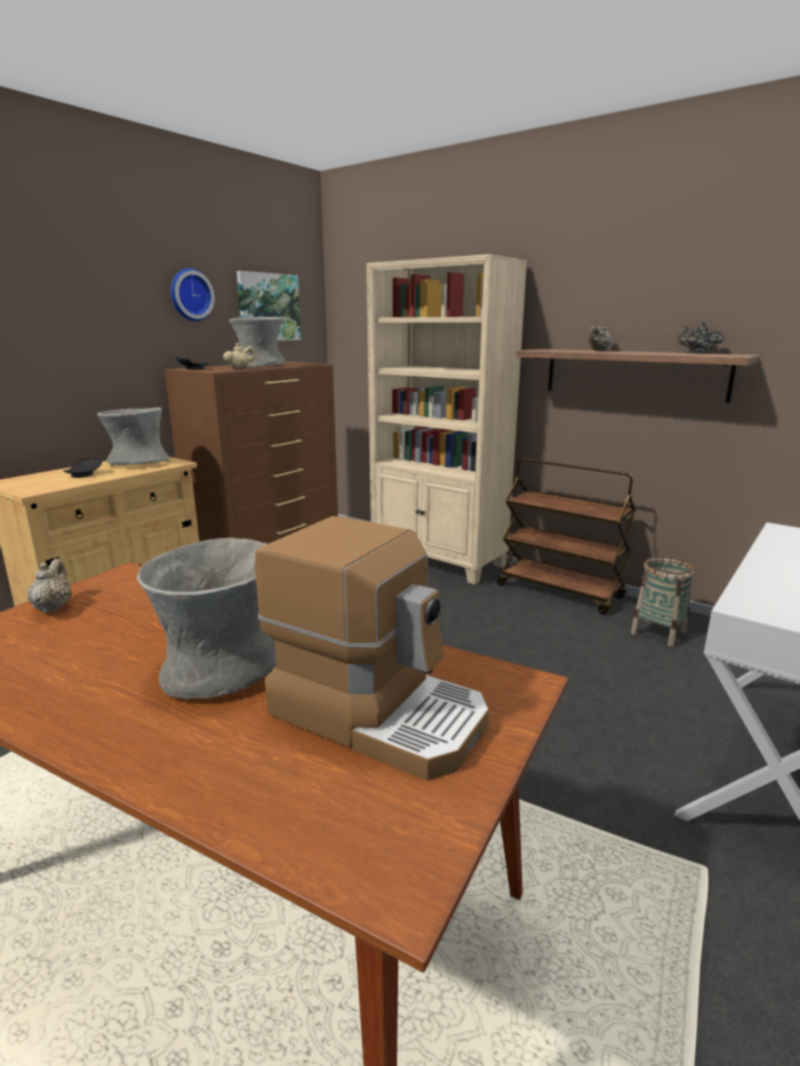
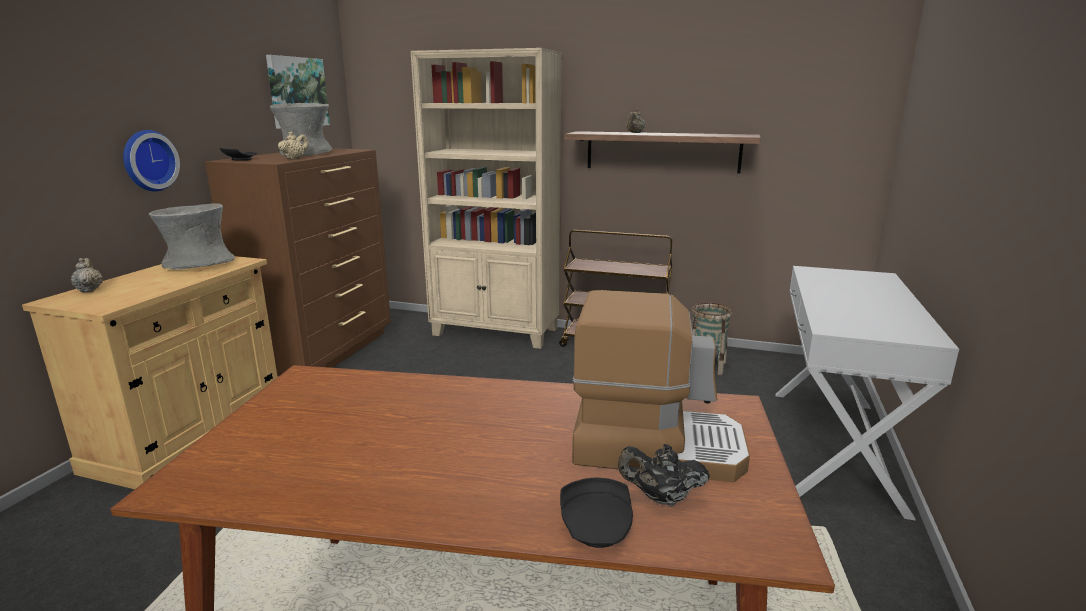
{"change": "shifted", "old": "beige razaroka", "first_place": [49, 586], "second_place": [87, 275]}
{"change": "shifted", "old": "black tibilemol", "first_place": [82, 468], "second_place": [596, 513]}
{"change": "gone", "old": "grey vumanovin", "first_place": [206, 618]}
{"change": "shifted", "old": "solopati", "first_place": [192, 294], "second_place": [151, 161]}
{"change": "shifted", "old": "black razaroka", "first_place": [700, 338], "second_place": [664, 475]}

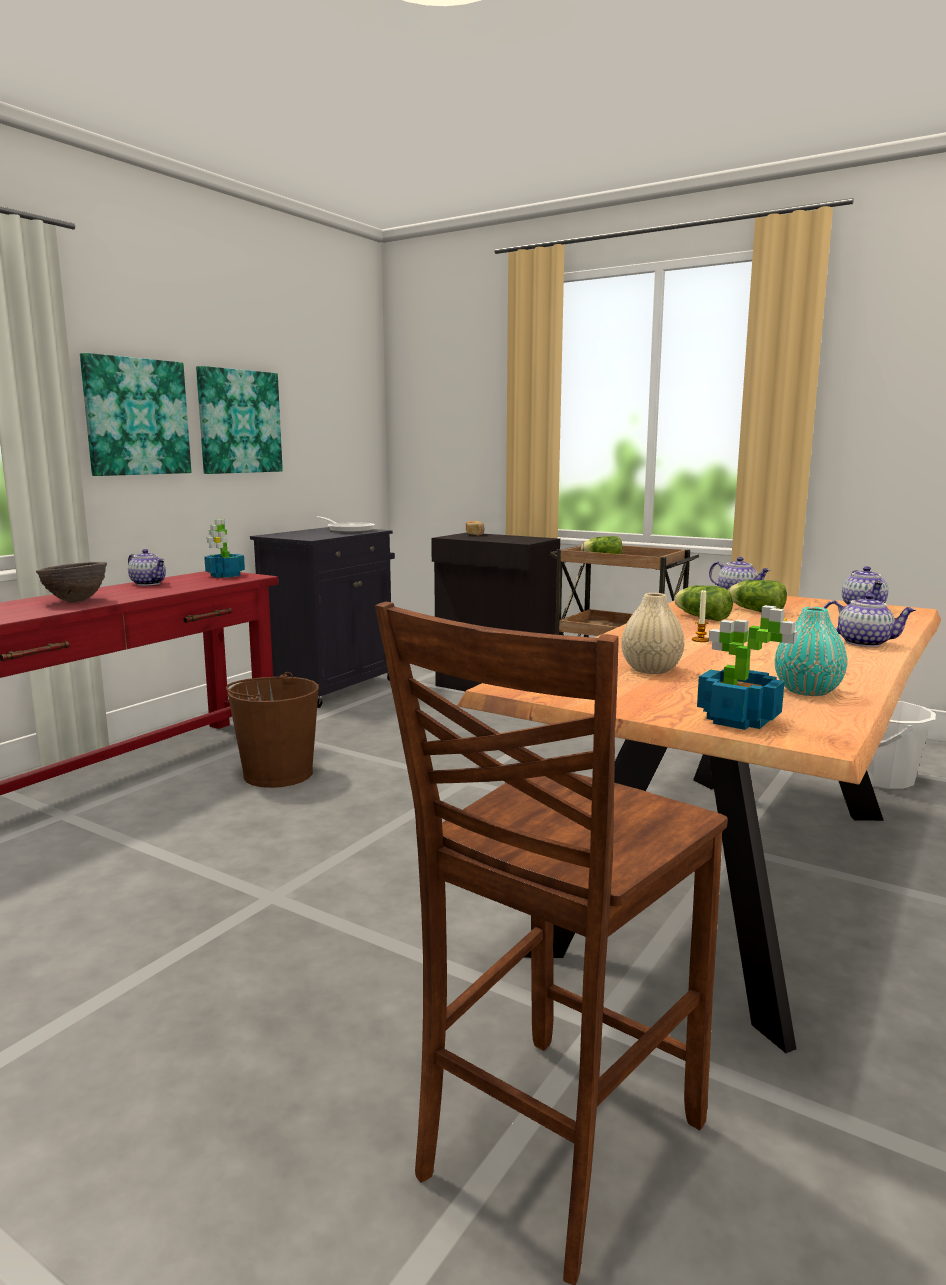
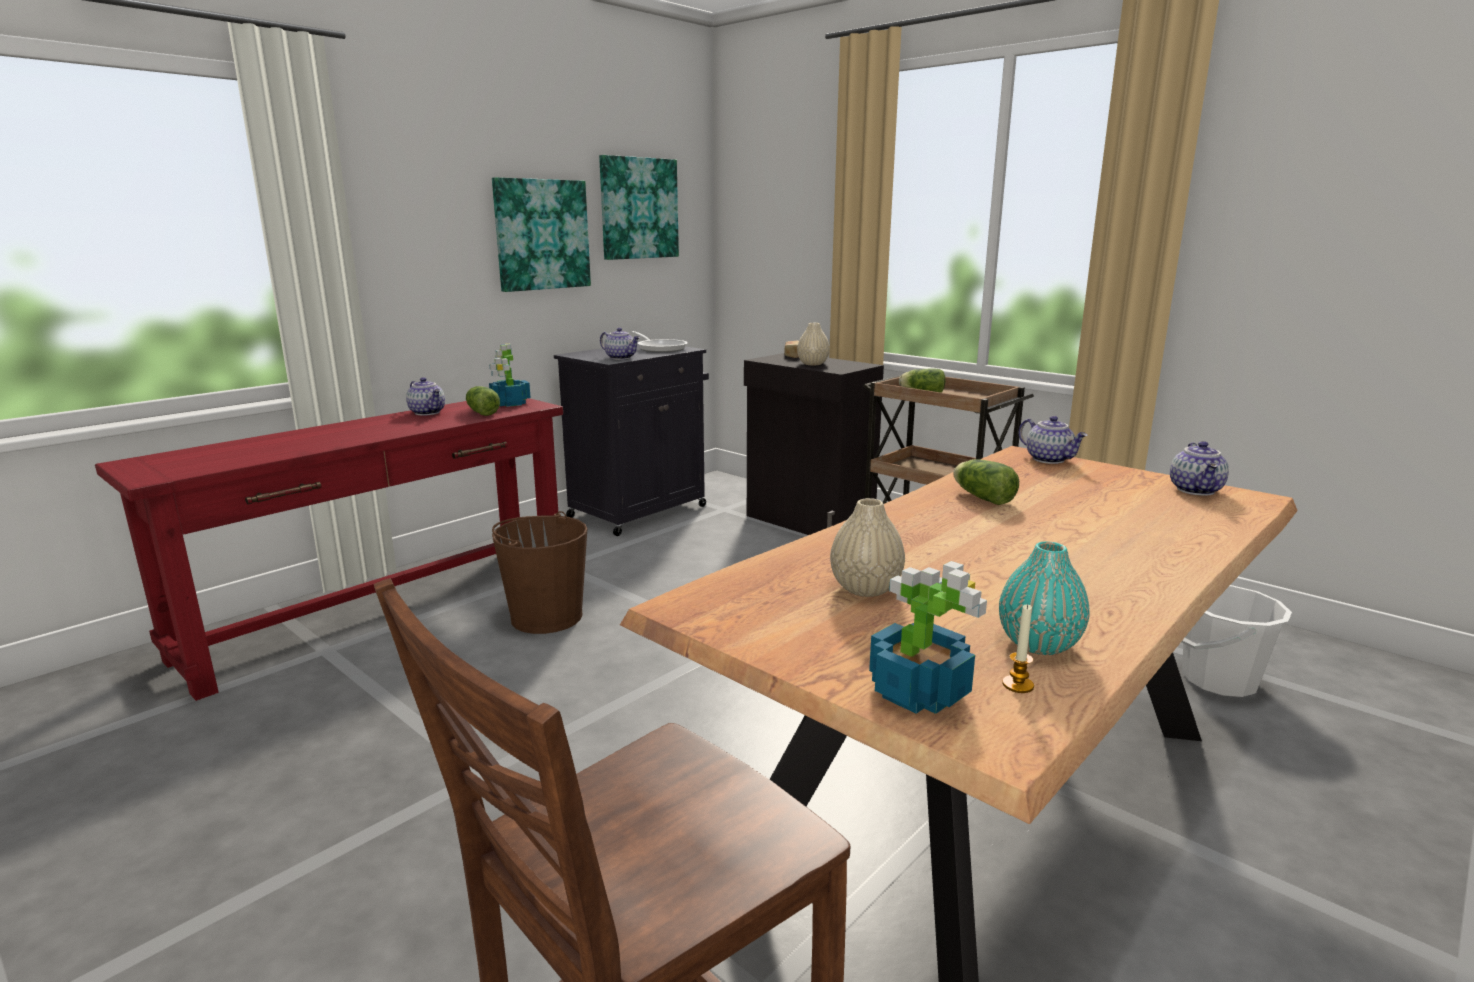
{"change": "gone", "old": "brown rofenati", "first_place": [71, 582]}
{"change": "shifted", "old": "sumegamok", "first_place": [135, 414], "second_place": [639, 207]}
{"change": "shifted", "old": "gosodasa", "first_place": [700, 616], "second_place": [1018, 648]}
{"change": "shifted", "old": "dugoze", "first_place": [757, 596], "second_place": [483, 401]}
{"change": "shifted", "old": "razaroka", "first_place": [869, 620], "second_place": [620, 344]}
{"change": "new", "new": "beige vumanovin", "second_place": [813, 344]}

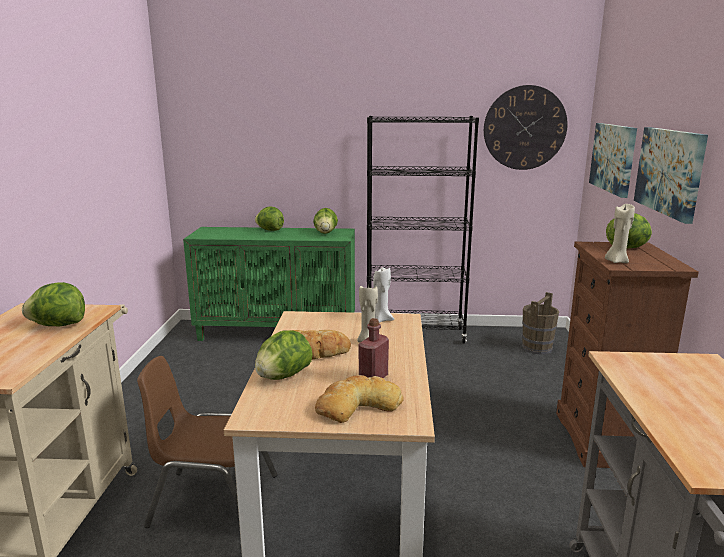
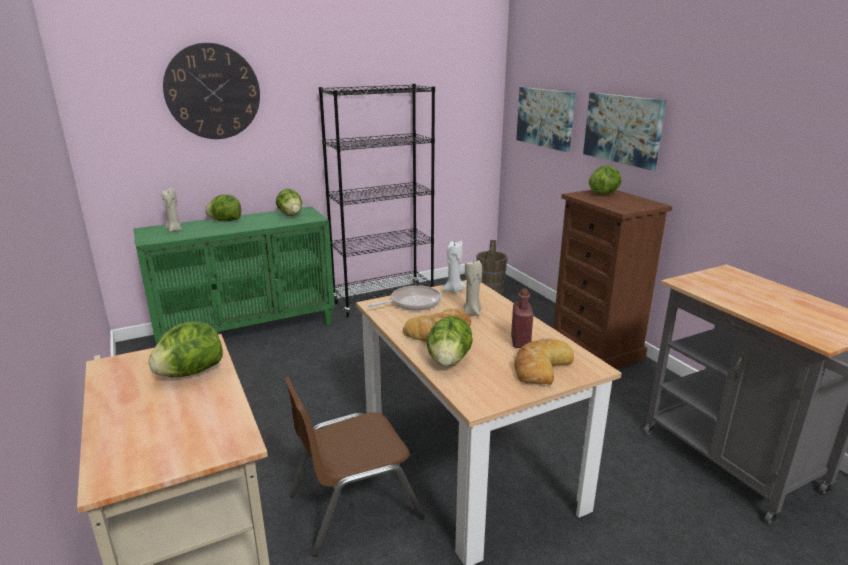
{"change": "shifted", "old": "solopati", "first_place": [526, 127], "second_place": [211, 91]}
{"change": "shifted", "old": "beige gosodasa", "first_place": [620, 233], "second_place": [172, 210]}
{"change": "new", "new": "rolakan", "second_place": [405, 298]}

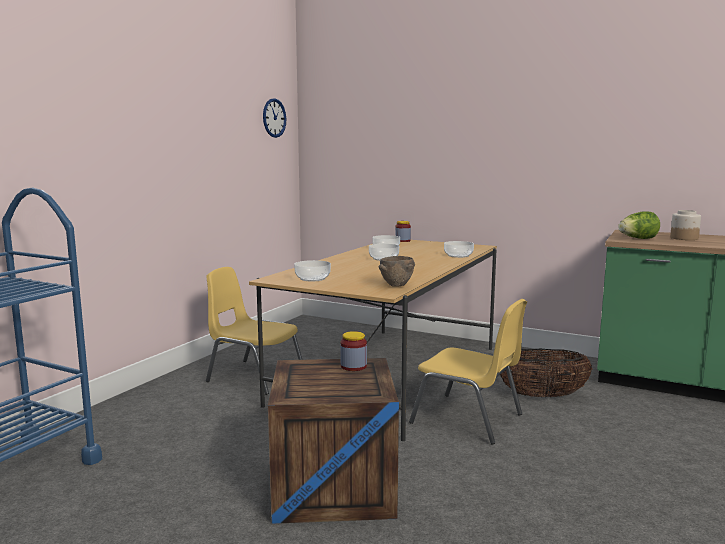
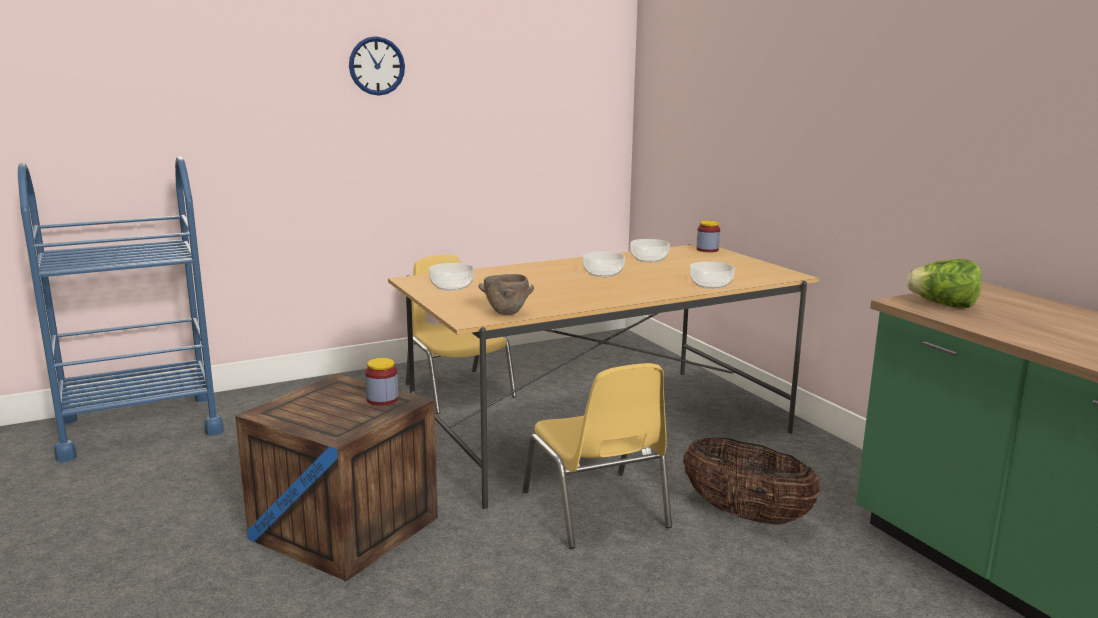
{"change": "shifted", "old": "solopati", "first_place": [274, 118], "second_place": [377, 66]}
{"change": "gone", "old": "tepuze", "first_place": [685, 225]}

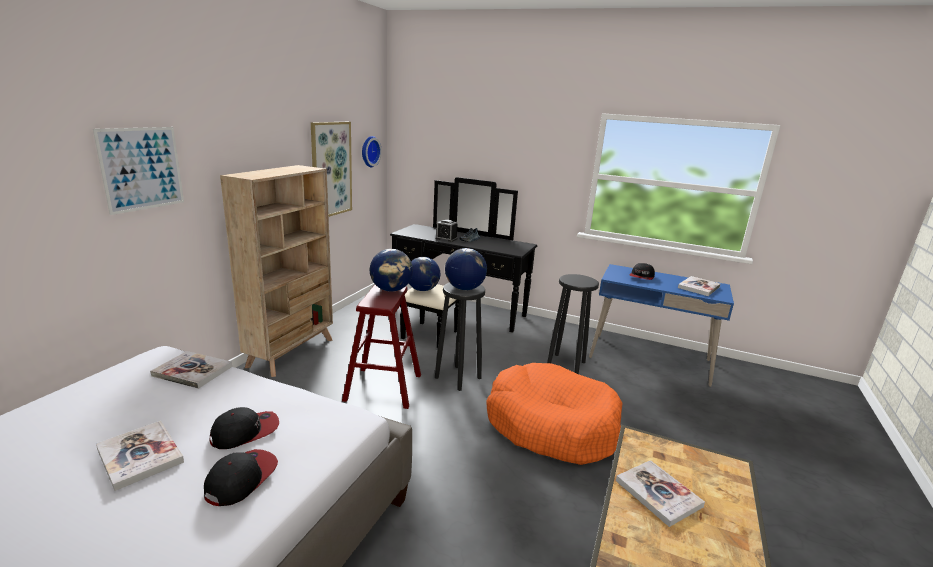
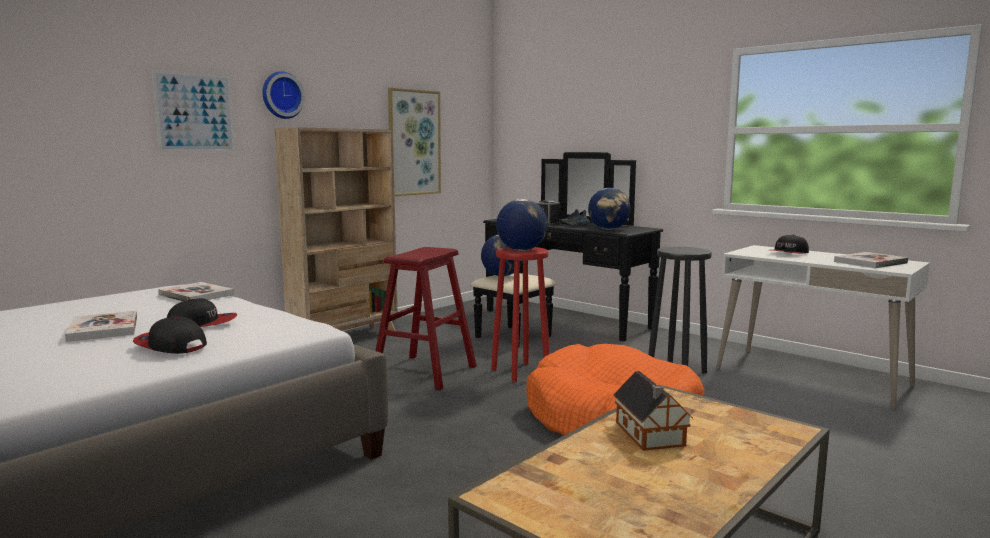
{"change": "rotated", "old": "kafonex", "first_place": [241, 477], "second_place": [170, 335], "degrees": -105}
{"change": "shifted", "old": "solopati", "first_place": [372, 151], "second_place": [283, 95]}
{"change": "shifted", "old": "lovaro", "first_place": [391, 270], "second_place": [609, 209]}
{"change": "repainted", "old": "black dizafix", "new": "red dizafix", "first_place": [460, 336], "second_place": [520, 314]}
{"change": "repainted", "old": "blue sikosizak", "new": "white sikosizak", "first_place": [661, 325], "second_place": [823, 327]}
{"change": "swapped", "old": "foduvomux", "new": "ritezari", "first_place": [660, 493], "second_place": [653, 411]}

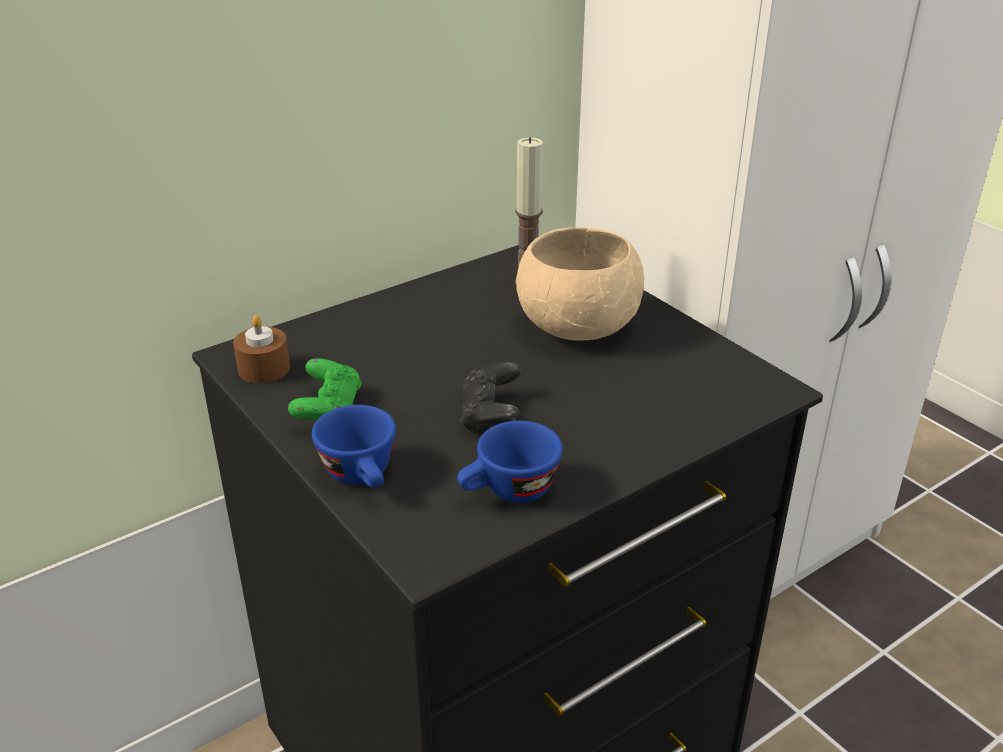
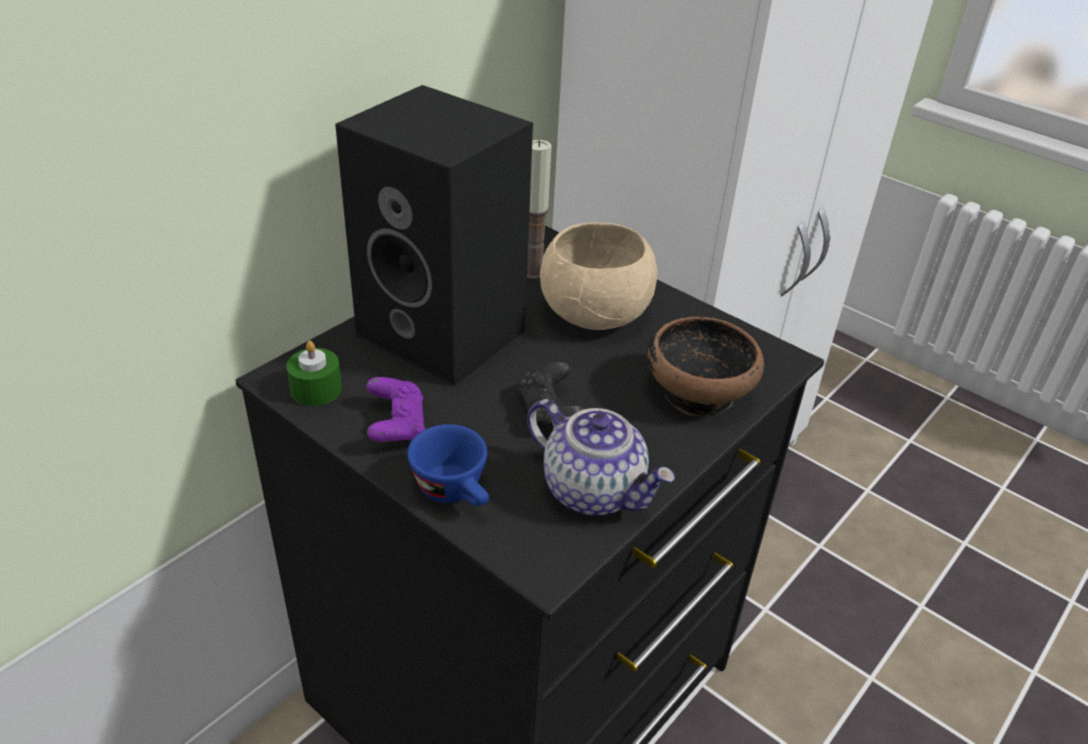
{"change": "repainted", "old": "brown gosodasa", "new": "green gosodasa", "first_place": [261, 349], "second_place": [314, 373]}
{"change": "repainted", "old": "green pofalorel", "new": "purple pofalorel", "first_place": [325, 389], "second_place": [395, 409]}
{"change": "swapped", "old": "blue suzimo", "new": "razaroka", "first_place": [510, 462], "second_place": [601, 457]}
{"change": "new", "new": "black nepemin", "second_place": [434, 235]}
{"change": "new", "new": "rofenati", "second_place": [705, 366]}

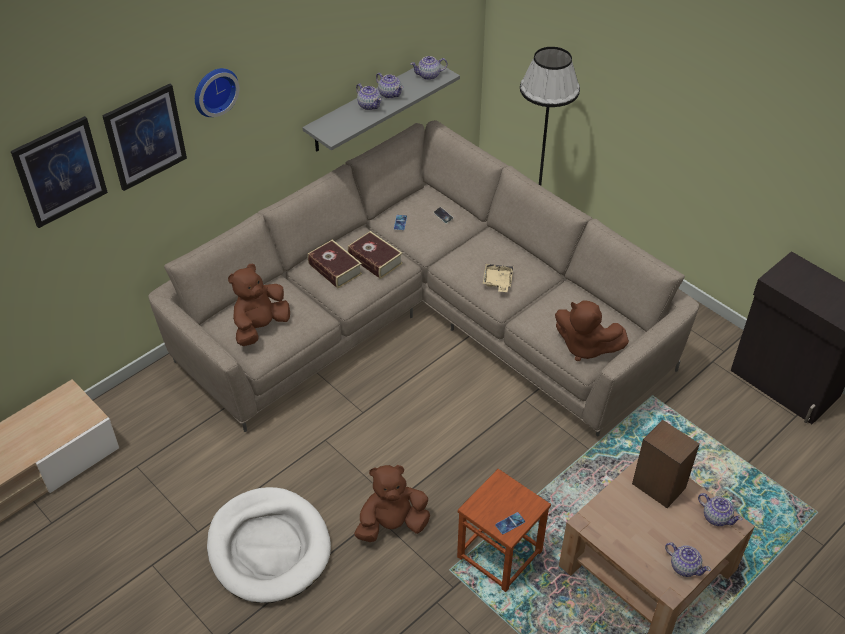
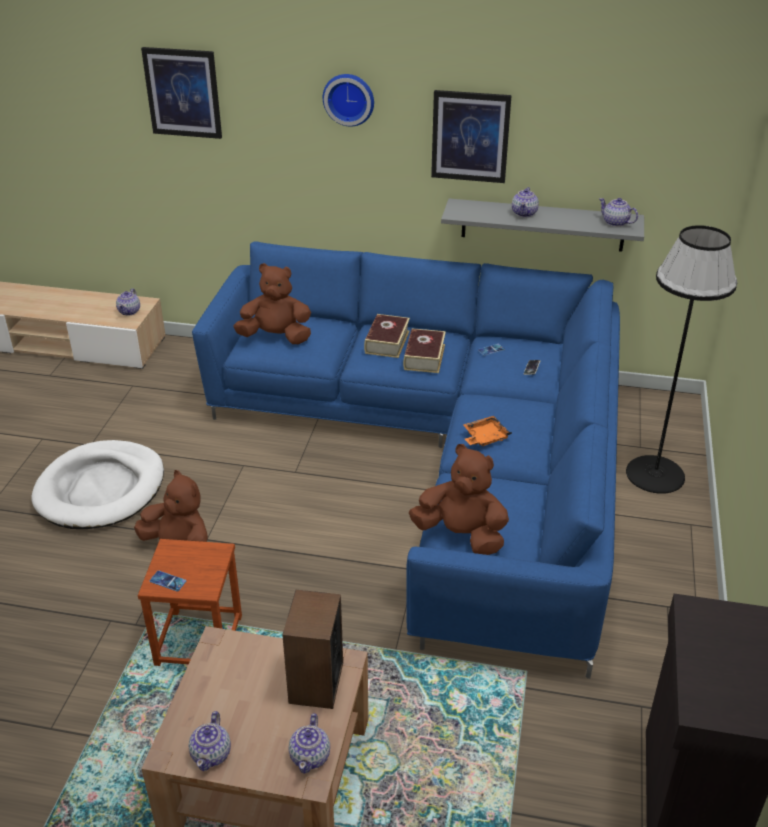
{"change": "shifted", "old": "sumegamok", "first_place": [144, 137], "second_place": [471, 136]}
{"change": "repainted", "old": "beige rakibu", "new": "blue rakibu", "first_place": [423, 278], "second_place": [406, 460]}
{"change": "shifted", "old": "razaroka", "first_place": [389, 86], "second_place": [128, 302]}
{"change": "repainted", "old": "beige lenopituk", "new": "orange lenopituk", "first_place": [498, 278], "second_place": [487, 431]}
{"change": "rotated", "old": "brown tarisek", "first_place": [592, 330], "second_place": [459, 499], "degrees": 120}

